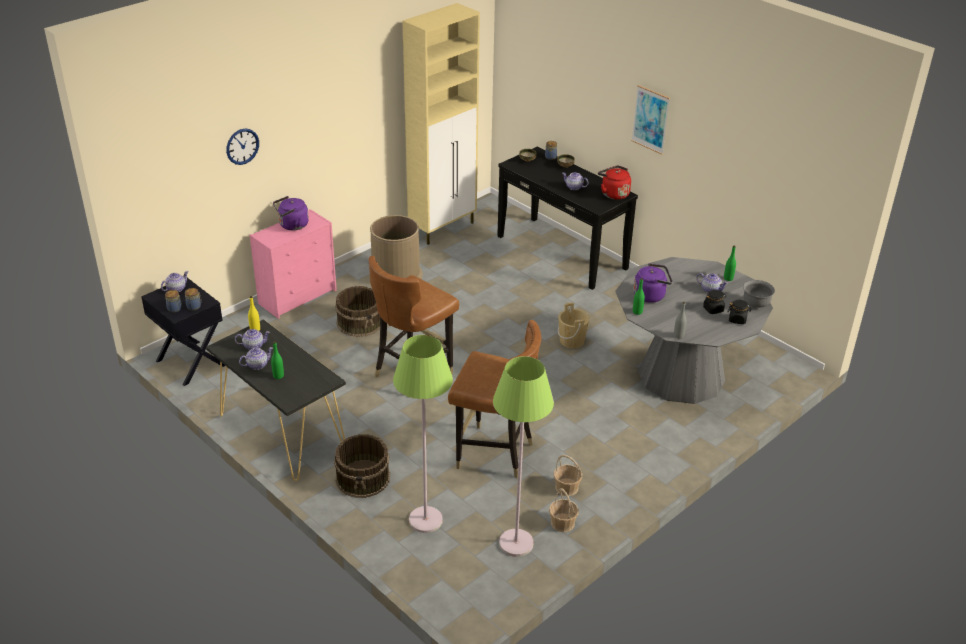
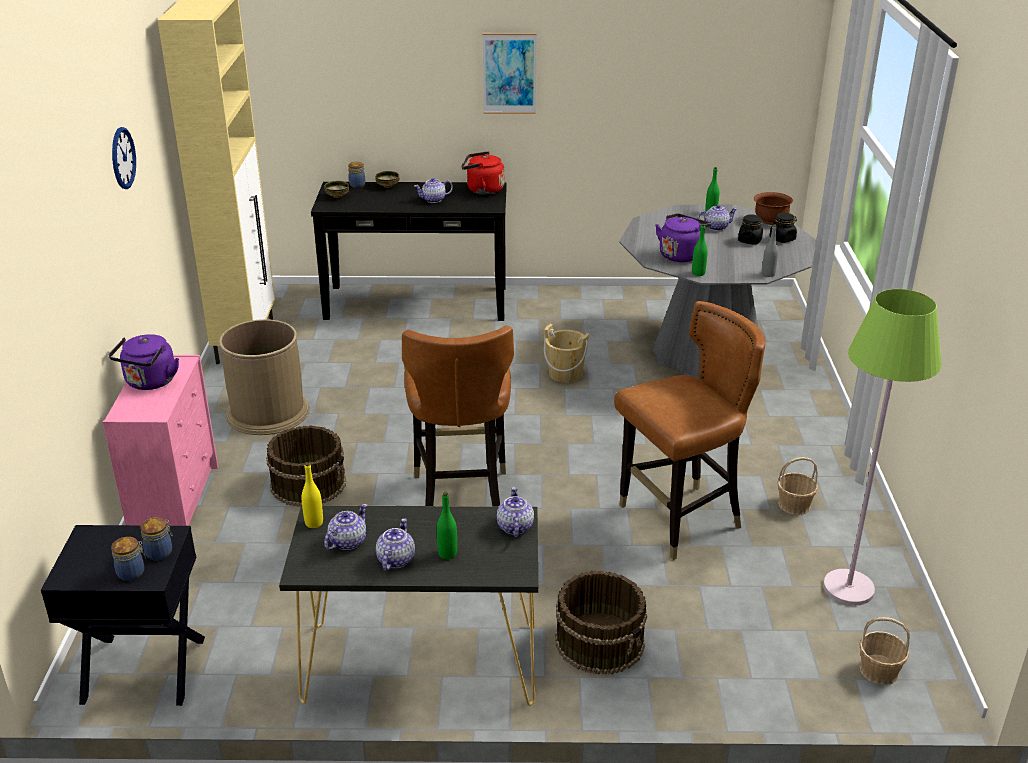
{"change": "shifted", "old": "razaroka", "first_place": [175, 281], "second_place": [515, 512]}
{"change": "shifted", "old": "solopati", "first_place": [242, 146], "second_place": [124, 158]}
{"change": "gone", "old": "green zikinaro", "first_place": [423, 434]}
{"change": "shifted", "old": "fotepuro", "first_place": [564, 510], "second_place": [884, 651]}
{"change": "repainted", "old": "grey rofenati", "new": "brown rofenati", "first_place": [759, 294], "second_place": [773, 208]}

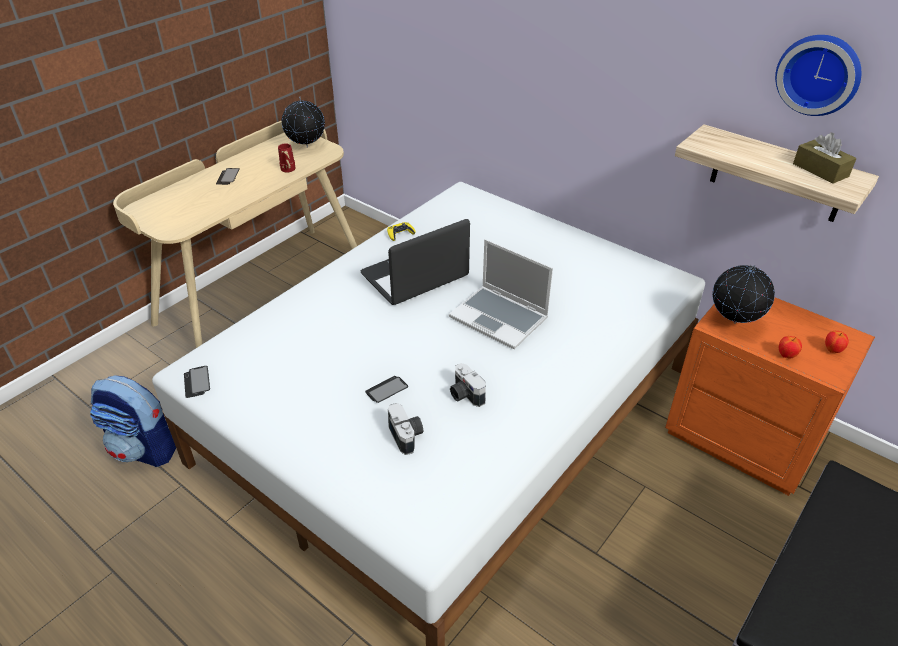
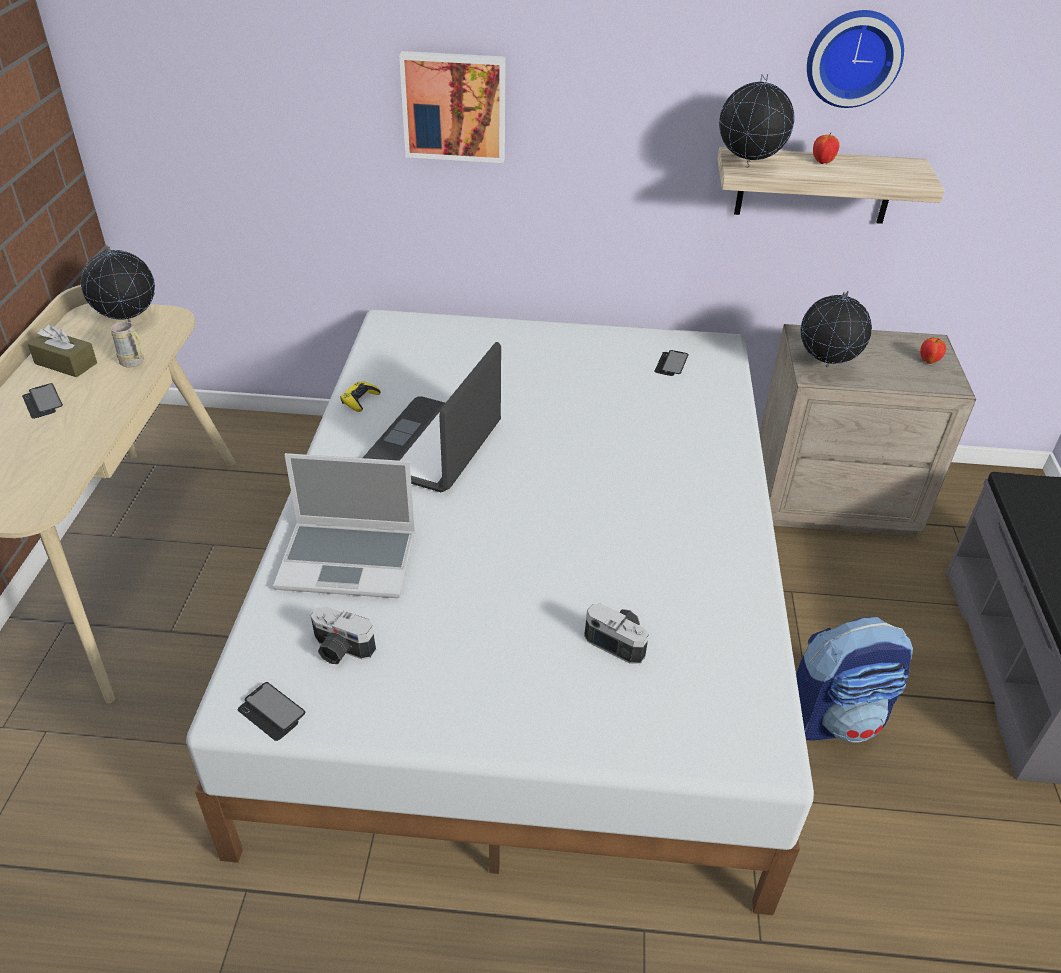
{"change": "shifted", "old": "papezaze", "first_place": [133, 421], "second_place": [854, 679]}
{"change": "repainted", "old": "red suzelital", "new": "beige suzelital", "first_place": [287, 158], "second_place": [127, 344]}
{"change": "shifted", "old": "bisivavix", "first_place": [386, 389], "second_place": [671, 363]}
{"change": "shifted", "old": "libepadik", "first_place": [501, 294], "second_place": [344, 525]}
{"change": "shifted", "old": "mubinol", "first_place": [468, 385], "second_place": [343, 635]}
{"change": "repainted", "old": "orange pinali", "new": "beige pinali", "first_place": [770, 397], "second_place": [867, 430]}
{"change": "shifted", "old": "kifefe", "first_place": [790, 347], "second_place": [826, 148]}
{"change": "shifted", "old": "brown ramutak", "first_place": [825, 158], "second_place": [62, 350]}
{"change": "new", "new": "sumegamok", "second_place": [452, 107]}
{"change": "new", "new": "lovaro", "second_place": [757, 121]}

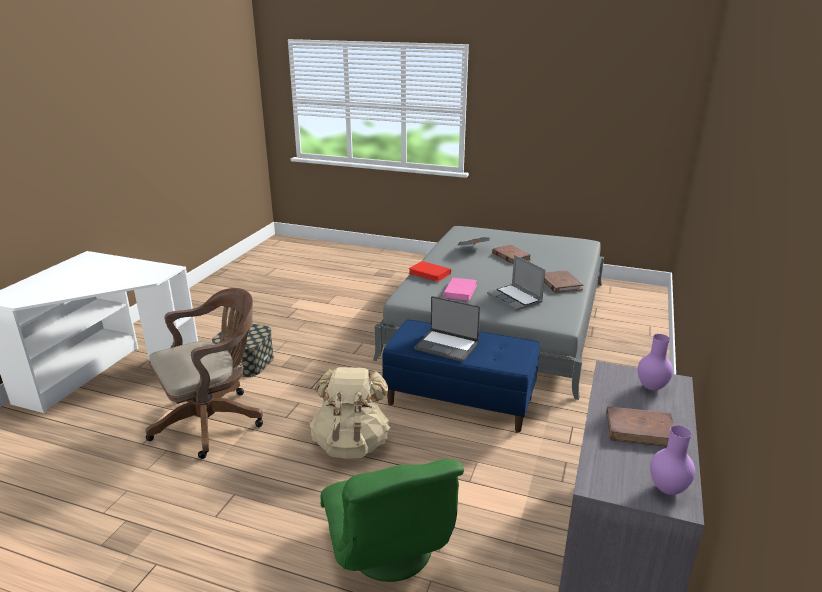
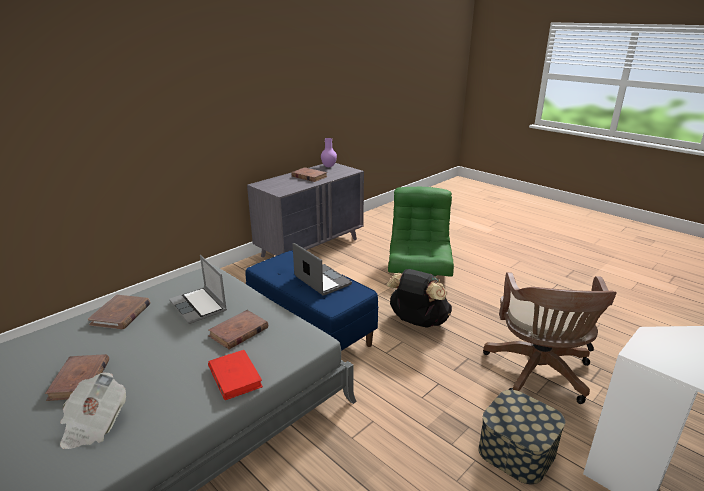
{"change": "rotated", "old": "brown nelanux", "first_place": [204, 373], "second_place": [550, 338], "degrees": -75}
{"change": "repainted", "old": "beige papezaze", "new": "black papezaze", "first_place": [350, 412], "second_place": [419, 298]}
{"change": "repainted", "old": "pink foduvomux", "new": "brown foduvomux", "first_place": [460, 289], "second_place": [238, 330]}
{"change": "rotated", "old": "libepadik", "first_place": [516, 283], "second_place": [198, 289], "degrees": 150}
{"change": "gone", "old": "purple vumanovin", "first_place": [655, 362]}

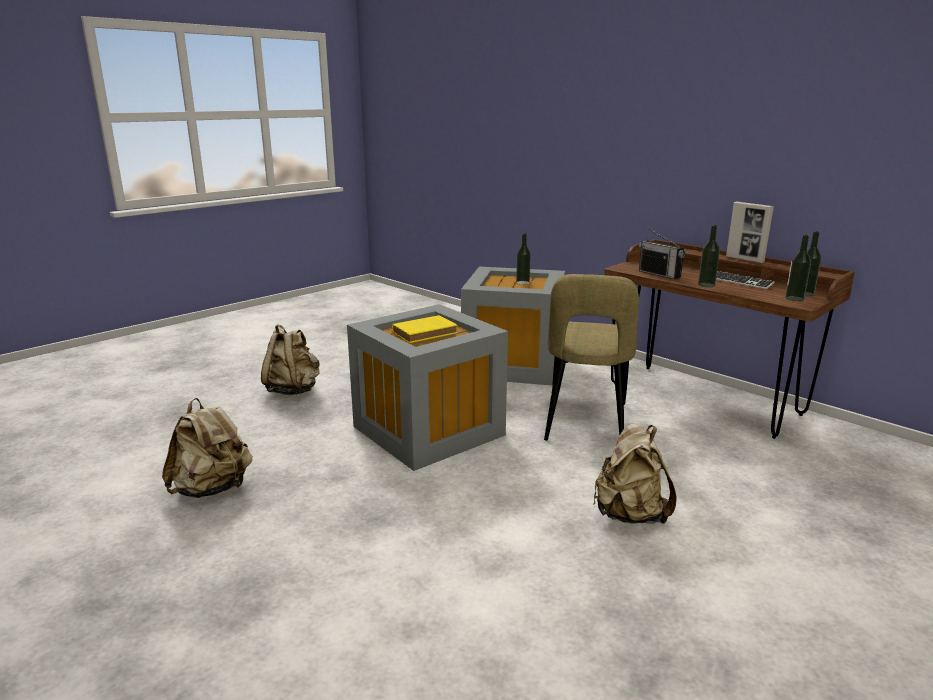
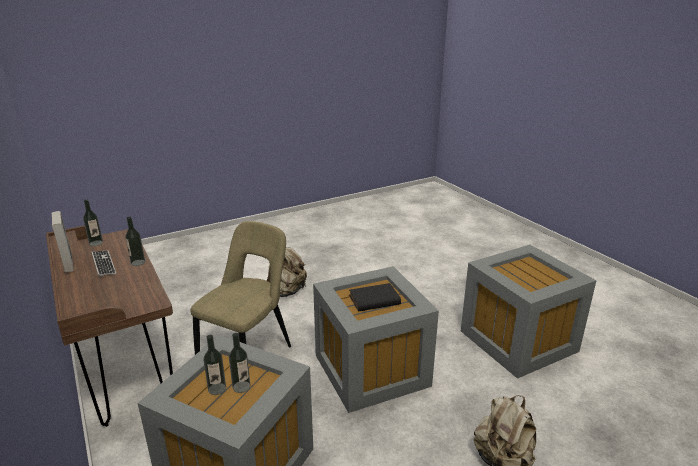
{"change": "swapped", "old": "beige papezaze", "new": "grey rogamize", "first_place": [207, 448], "second_place": [529, 312]}
{"change": "repainted", "old": "yellow foduvomux", "new": "black foduvomux", "first_place": [425, 329], "second_place": [375, 297]}
{"change": "gone", "old": "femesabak", "first_place": [662, 254]}
{"change": "shifted", "old": "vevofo", "first_place": [798, 268], "second_place": [239, 363]}

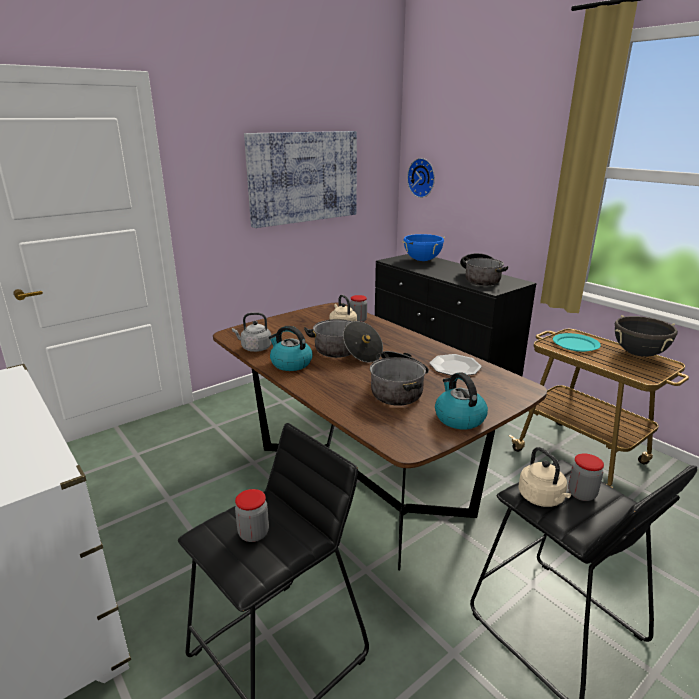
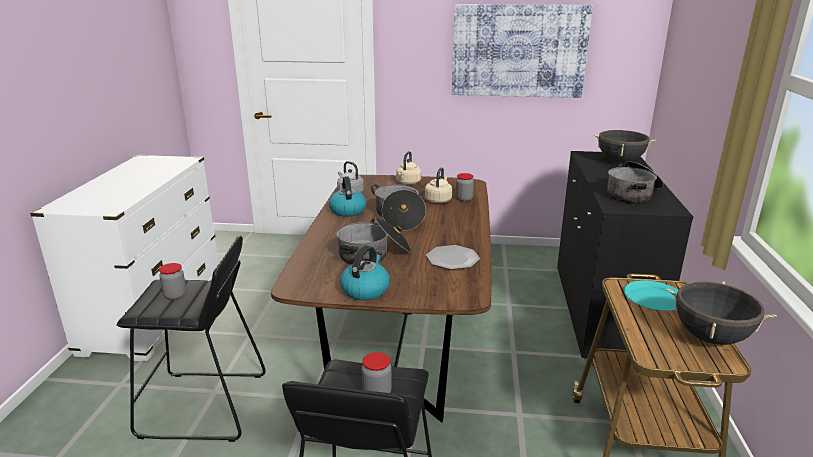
{"change": "repainted", "old": "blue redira", "new": "black redira", "first_place": [423, 247], "second_place": [624, 146]}
{"change": "gone", "old": "solopati", "first_place": [421, 178]}
{"change": "shifted", "old": "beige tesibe", "first_place": [544, 477], "second_place": [408, 168]}

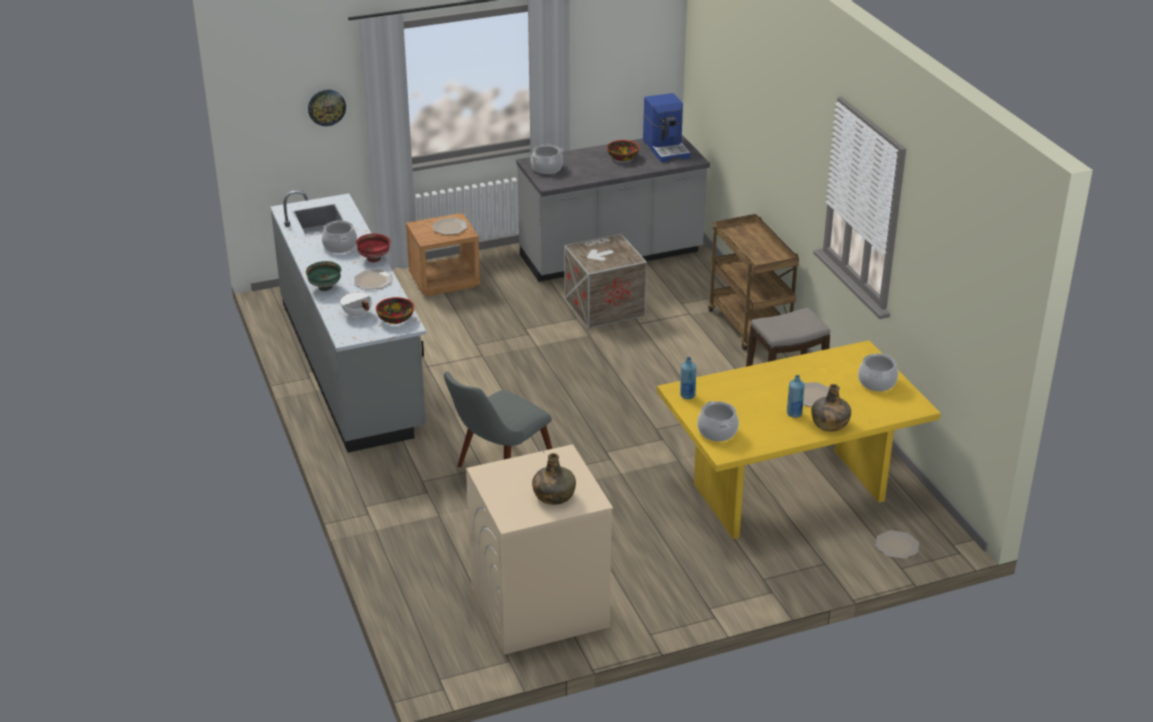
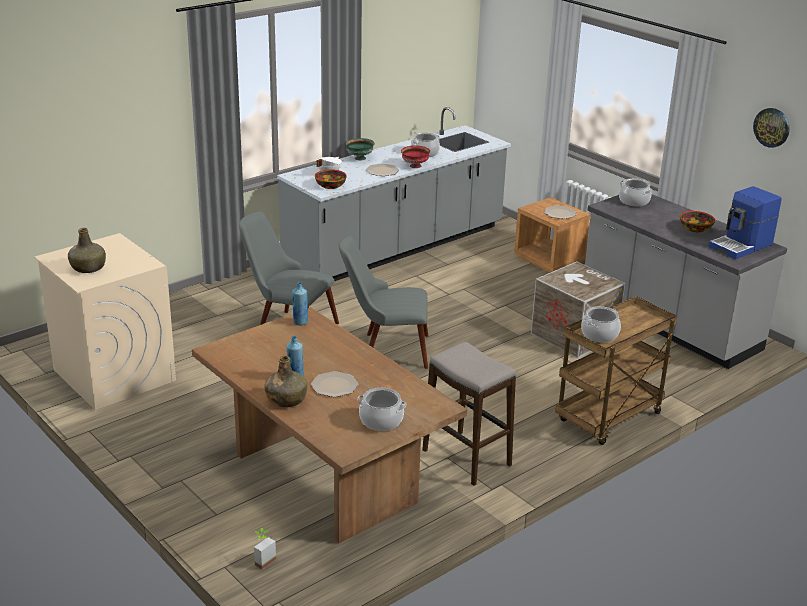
{"change": "shifted", "old": "solopati", "first_place": [327, 107], "second_place": [771, 128]}
{"change": "repainted", "old": "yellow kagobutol", "new": "brown kagobutol", "first_place": [799, 439], "second_place": [329, 425]}
{"change": "shifted", "old": "redira", "first_place": [718, 421], "second_place": [601, 324]}
{"change": "swapped", "old": "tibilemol", "new": "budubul", "first_place": [897, 544], "second_place": [265, 549]}
{"change": "new", "new": "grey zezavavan", "second_place": [383, 302]}

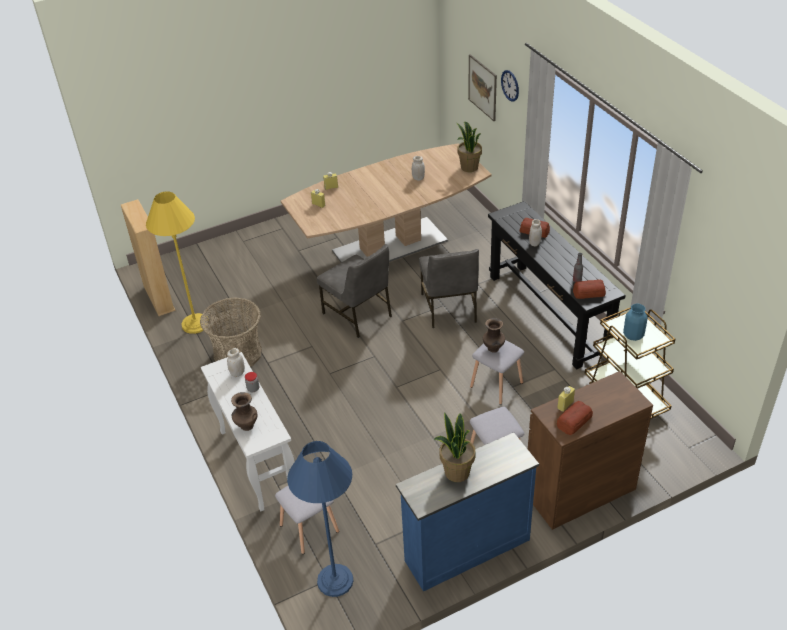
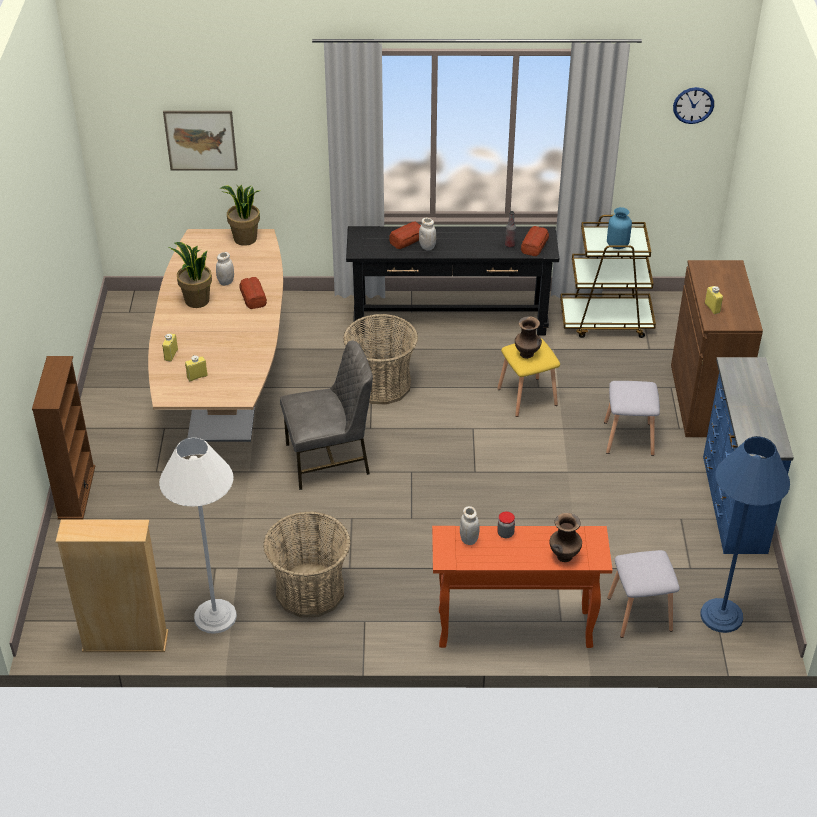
{"change": "repainted", "old": "yellow zikinaro", "new": "white zikinaro", "first_place": [178, 262], "second_place": [198, 535]}
{"change": "repainted", "old": "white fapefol", "new": "orange fapefol", "first_place": [247, 431], "second_place": [522, 587]}
{"change": "swapped", "old": "grey zezavavan", "new": "fotepuro", "first_place": [449, 288], "second_place": [380, 359]}
{"change": "shifted", "old": "budubul", "first_place": [455, 447], "second_place": [190, 275]}
{"change": "repainted", "old": "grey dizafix", "new": "yellow dizafix", "first_place": [497, 372], "second_place": [528, 377]}
{"change": "shifted", "old": "solopati", "first_place": [510, 86], "second_place": [693, 105]}
{"change": "shifted", "old": "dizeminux", "first_place": [575, 418], "second_place": [253, 293]}
{"change": "new", "new": "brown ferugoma", "second_place": [63, 437]}

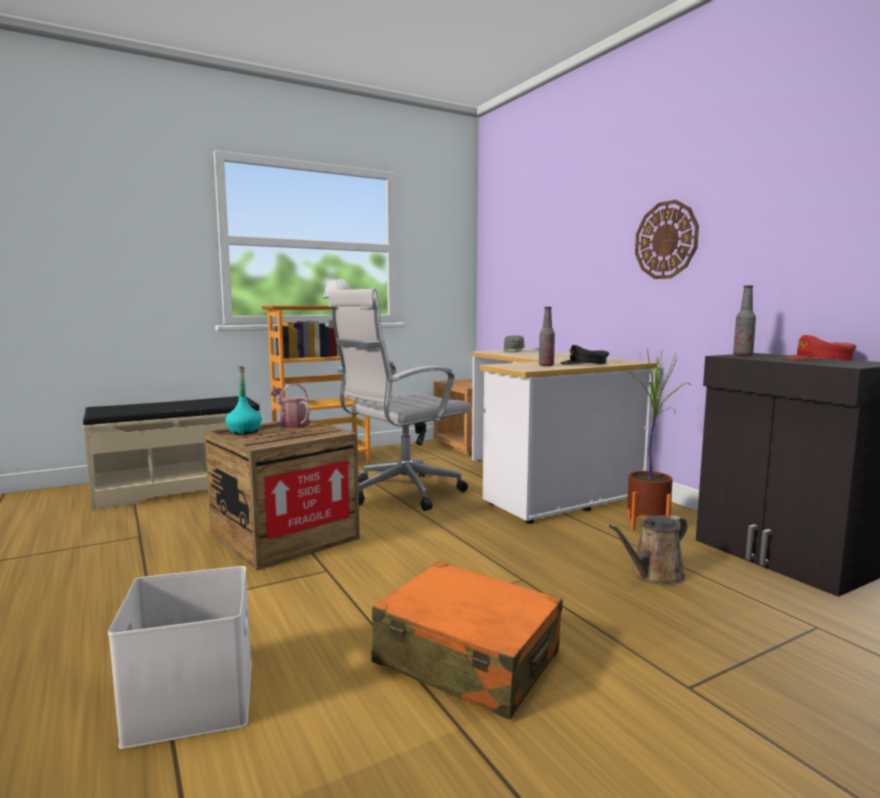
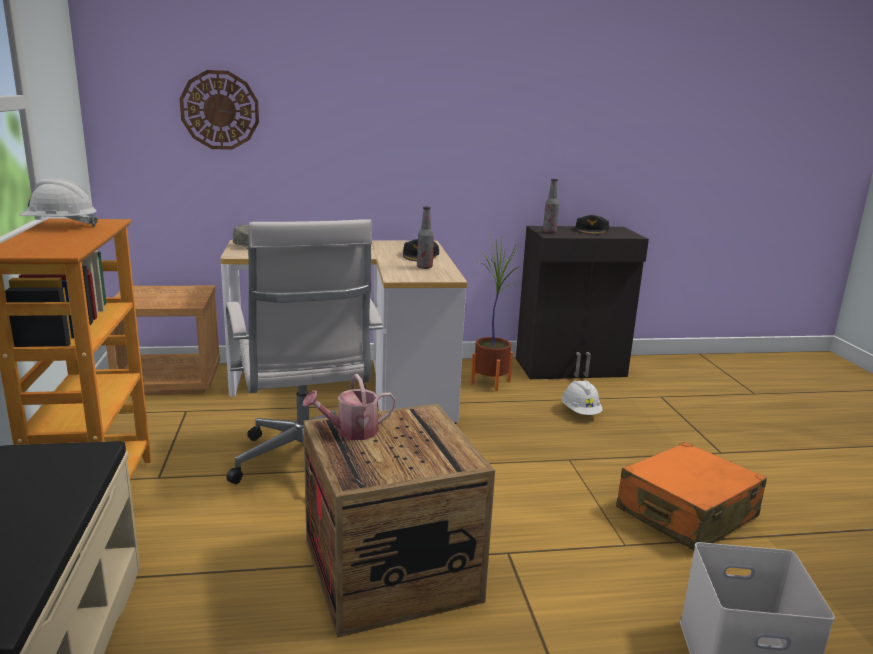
{"change": "gone", "old": "turquoise vevofo", "first_place": [243, 400]}
{"change": "swapped", "old": "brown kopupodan", "new": "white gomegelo", "first_place": [648, 549], "second_place": [582, 397]}
{"change": "shifted", "old": "solopati", "first_place": [667, 239], "second_place": [219, 110]}
{"change": "repainted", "old": "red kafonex", "new": "black kafonex", "first_place": [820, 348], "second_place": [592, 225]}

